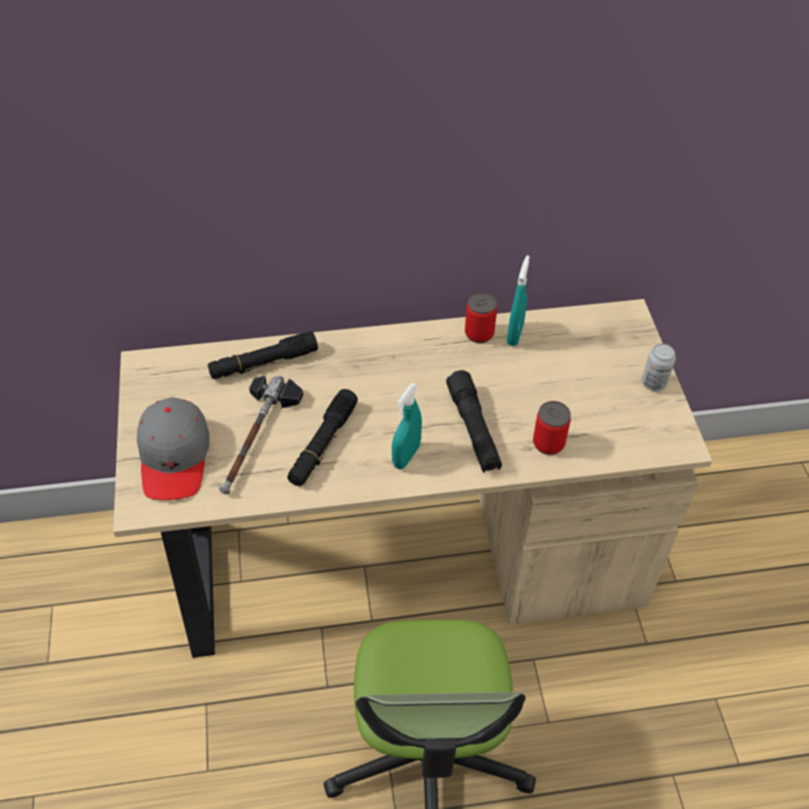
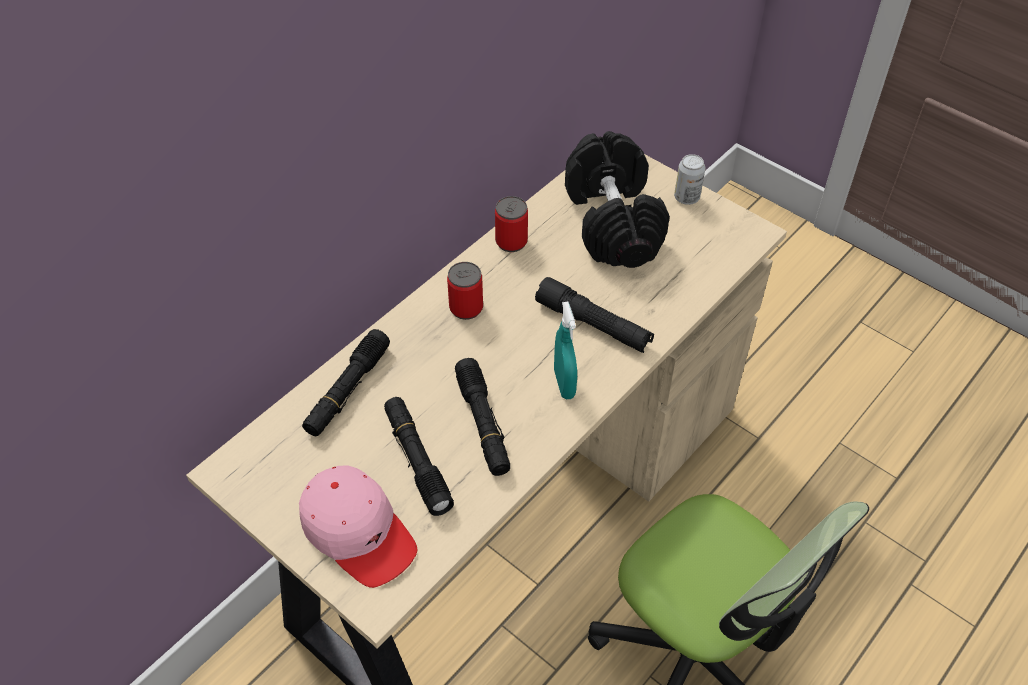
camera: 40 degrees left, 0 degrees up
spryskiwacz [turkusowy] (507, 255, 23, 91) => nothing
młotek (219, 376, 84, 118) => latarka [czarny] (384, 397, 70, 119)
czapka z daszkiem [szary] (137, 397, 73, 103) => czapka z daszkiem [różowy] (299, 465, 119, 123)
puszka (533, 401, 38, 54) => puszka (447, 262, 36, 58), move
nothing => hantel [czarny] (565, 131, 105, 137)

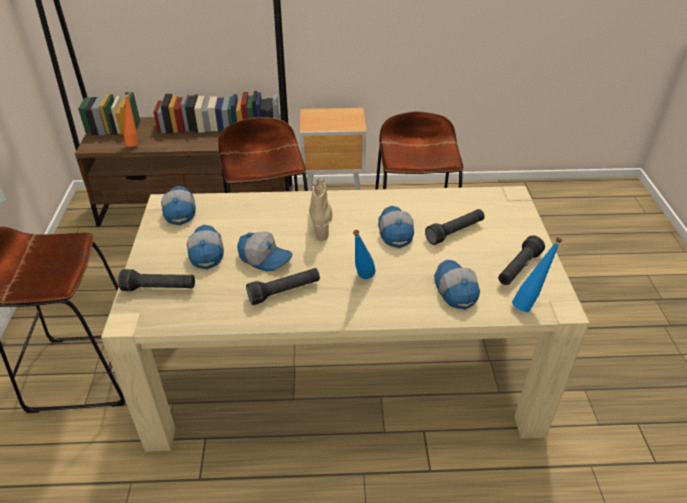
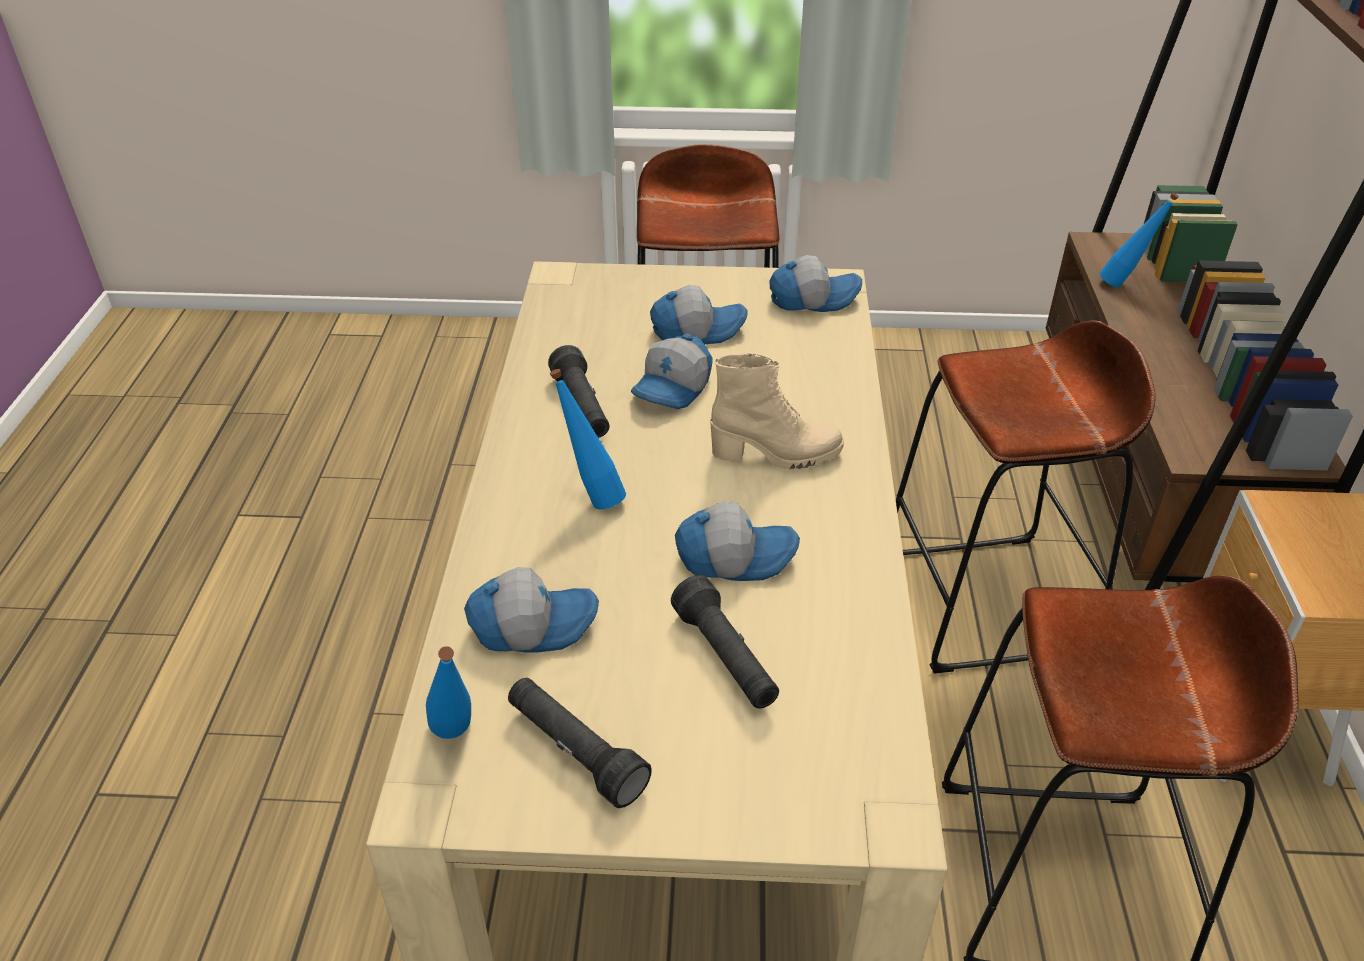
camera: 95 degrees right, 0 degrees up
butelka [pomarańczowy] (124, 92, 14, 55) => butelka [niebieski] (1099, 193, 80, 94)
latarka [czarny] (118, 269, 77, 22) => nothing

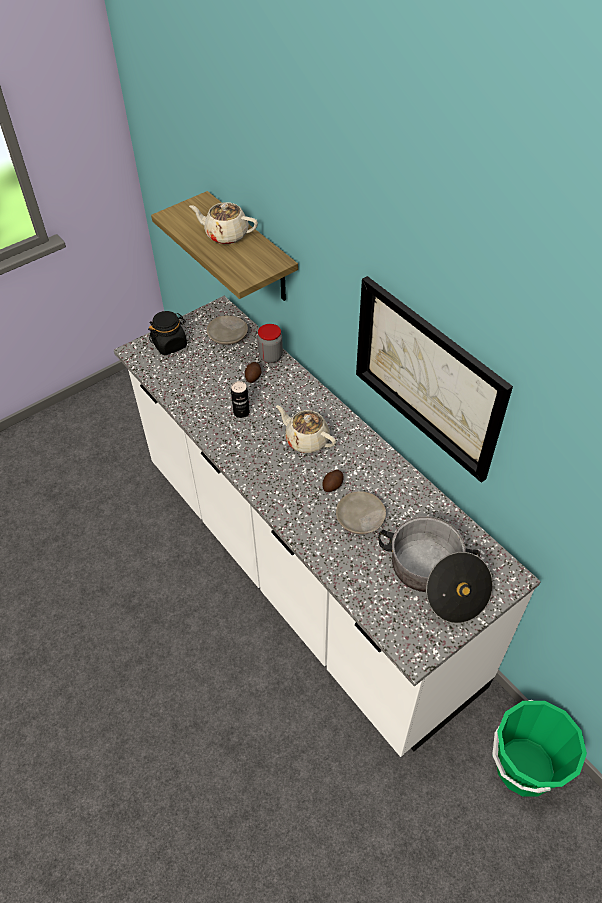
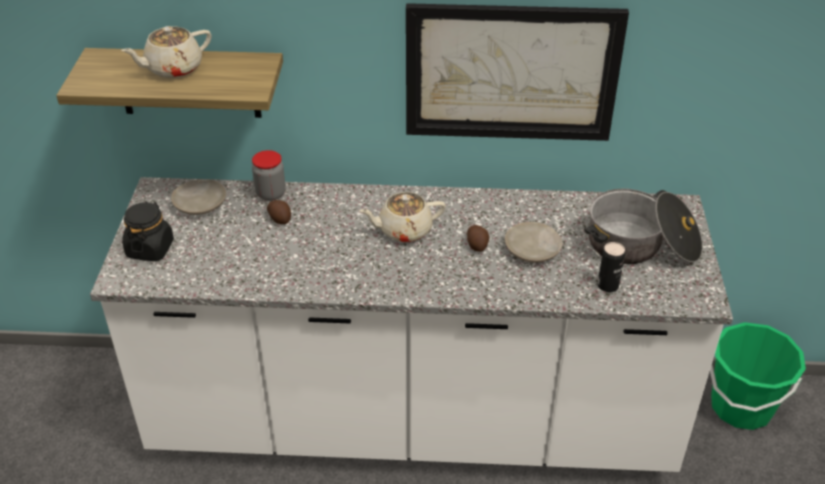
camera: 50 degrees left, 10 degrees down
puszka (231, 381, 19, 37) => puszka (597, 242, 28, 50), move

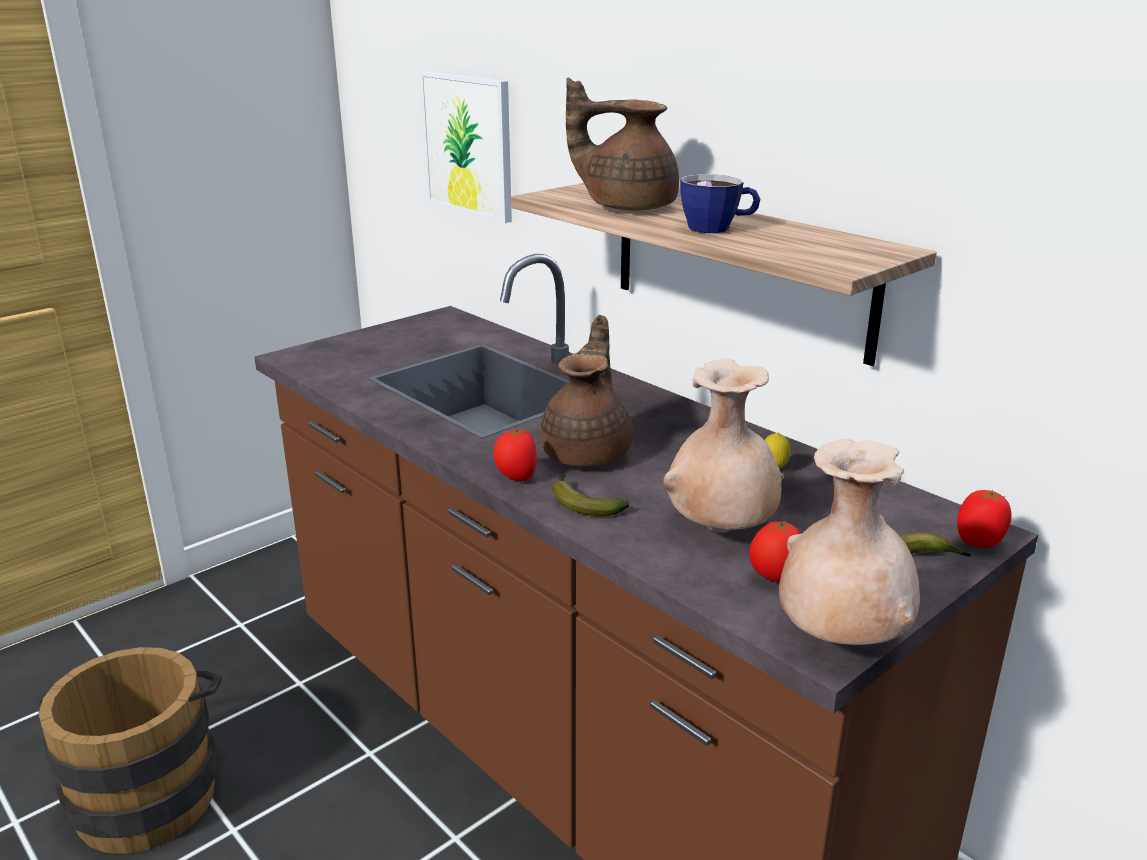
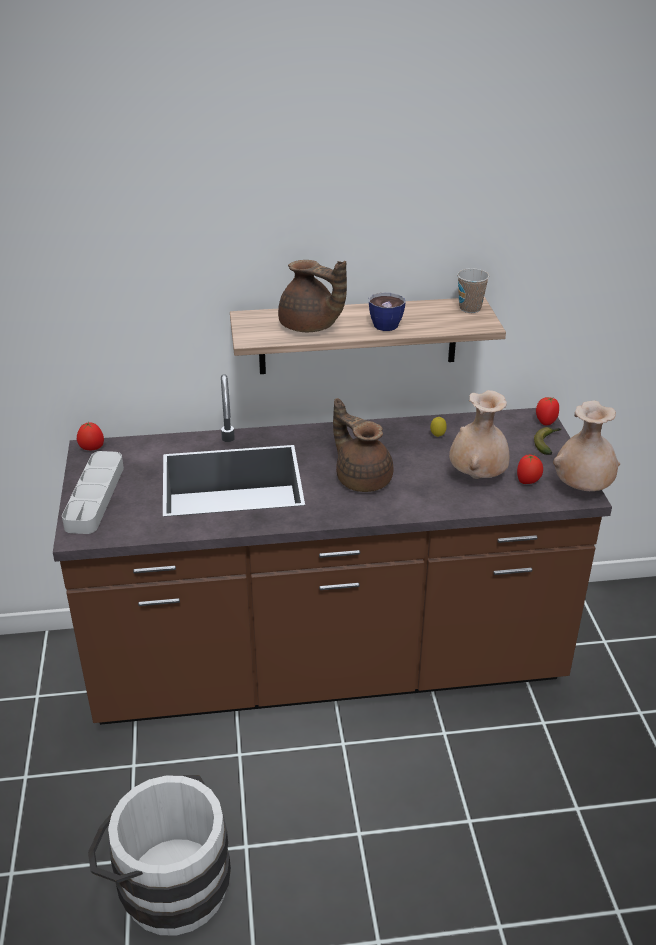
camera: 55 degrees left, 10 degrees up
obraz (420, 71, 92, 152) => nothing
imbryk [brązowy] (566, 77, 113, 134) => imbryk [brązowy] (278, 260, 69, 72), 105 degrees counterclockwise
pomidor (493, 429, 44, 52) => pomidor (77, 422, 27, 28), move
banan (552, 473, 77, 43) => nothing
wiadro [brązowy] (32, 647, 190, 207) => wiadro [biały] (88, 775, 143, 161)
nothing => filiżanka (457, 268, 32, 45)
nothing => taca [szary] (62, 451, 62, 83)

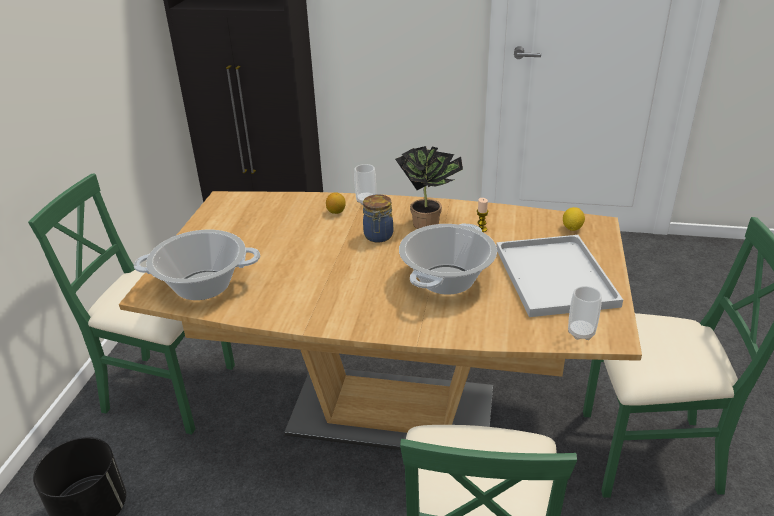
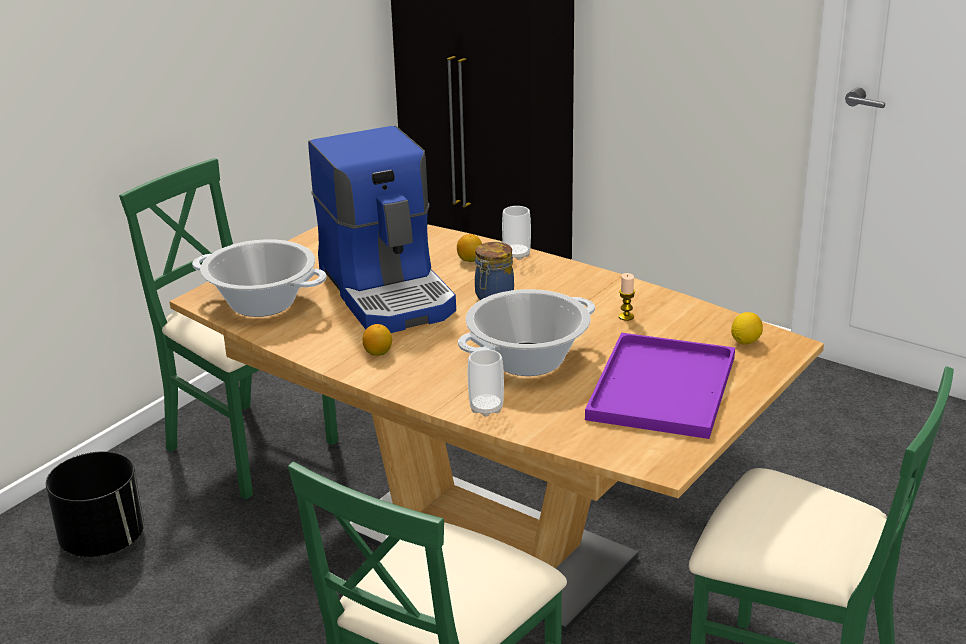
camera: 25 degrees right, 5 degrees down
roślina doniczkowa (395, 146, 68, 83) => nothing
taca [biały] (496, 235, 127, 82) => taca [fioletowy] (585, 333, 150, 106)
filiżanka (568, 286, 34, 54) => filiżanka (468, 349, 36, 68), move
nothing => ekspres do kawy (308, 126, 148, 207)
nothing => cytryna (363, 324, 29, 32)

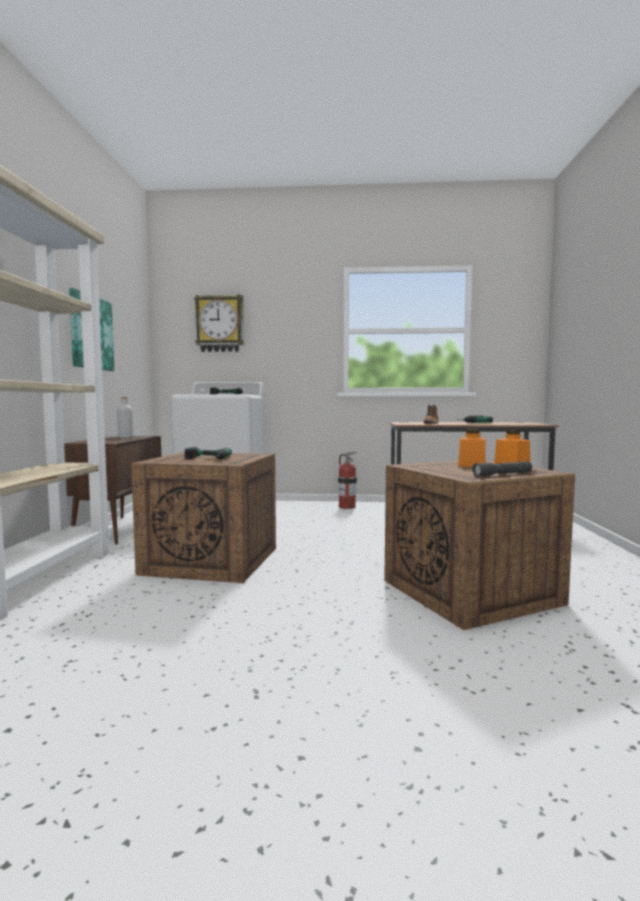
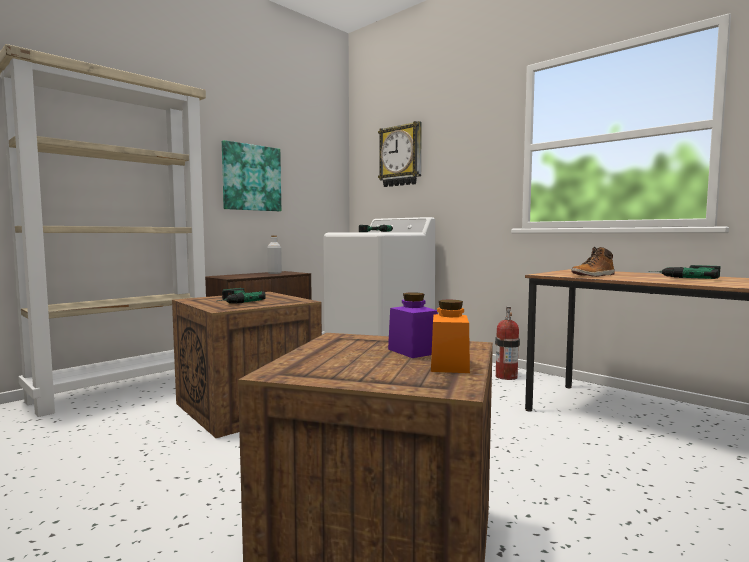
camera: 40 degrees right, 0 degrees up
słoik [pomarańczowy] (458, 429, 28, 38) => słoik [fioletowy] (388, 292, 50, 66)
latarka [szary] (472, 461, 60, 16) => nothing

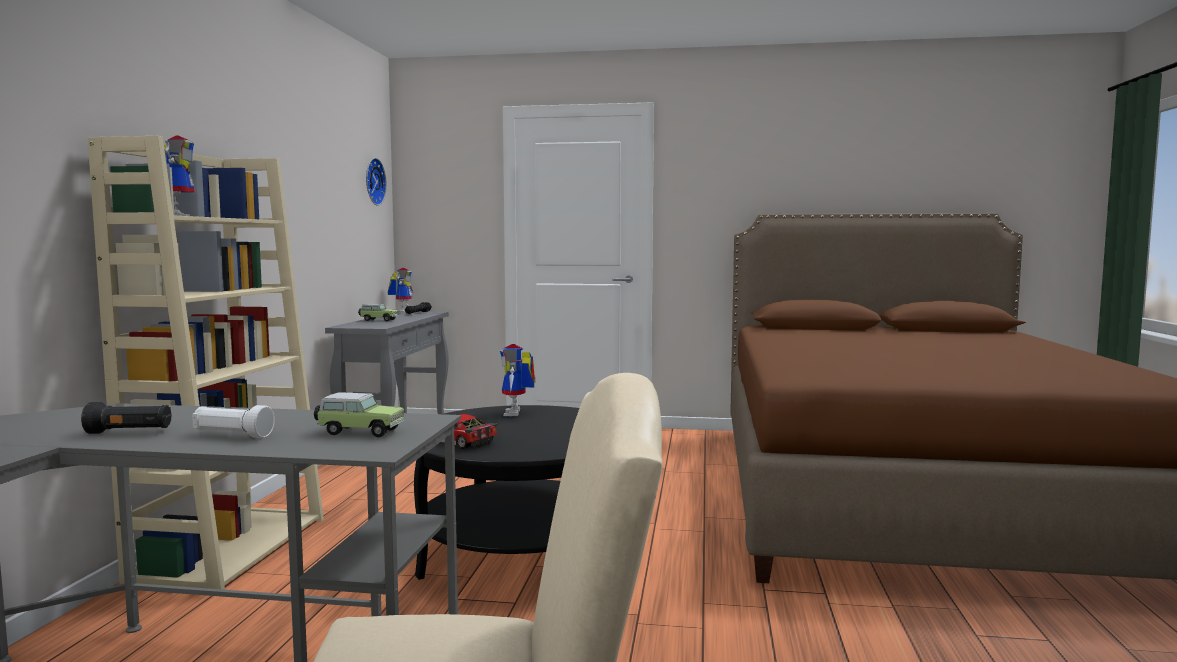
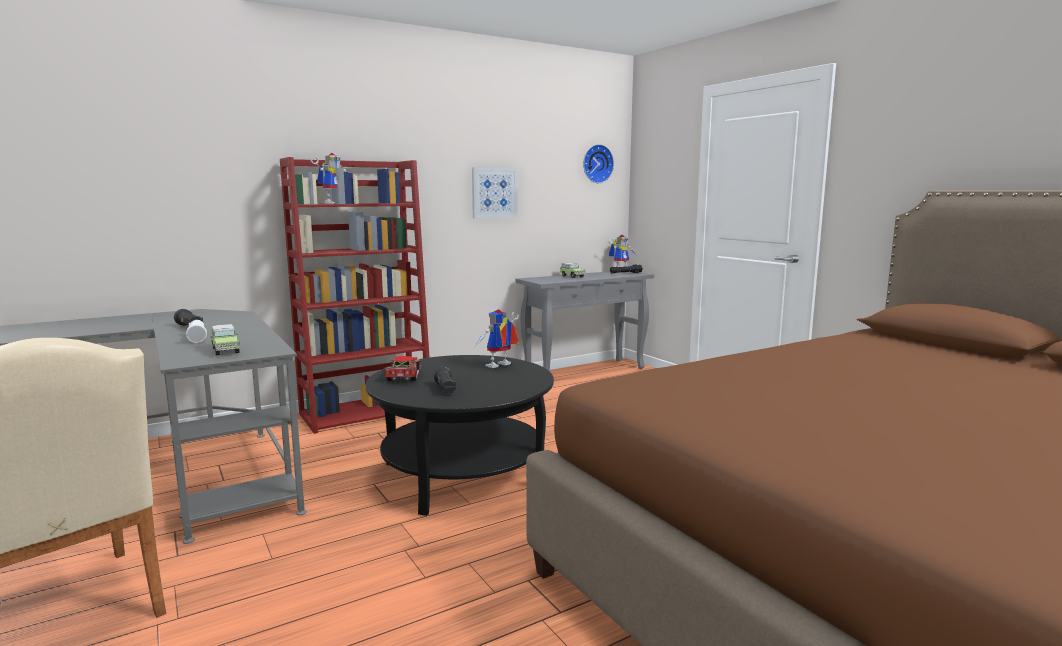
camera: 50 degrees right, 5 degrees up
regał [beżowy] (88, 136, 236, 454) => regał [czerwony] (280, 157, 149, 277)
nothing => obraz (472, 167, 46, 51)
nothing => latarka [czarny] (433, 367, 23, 26)

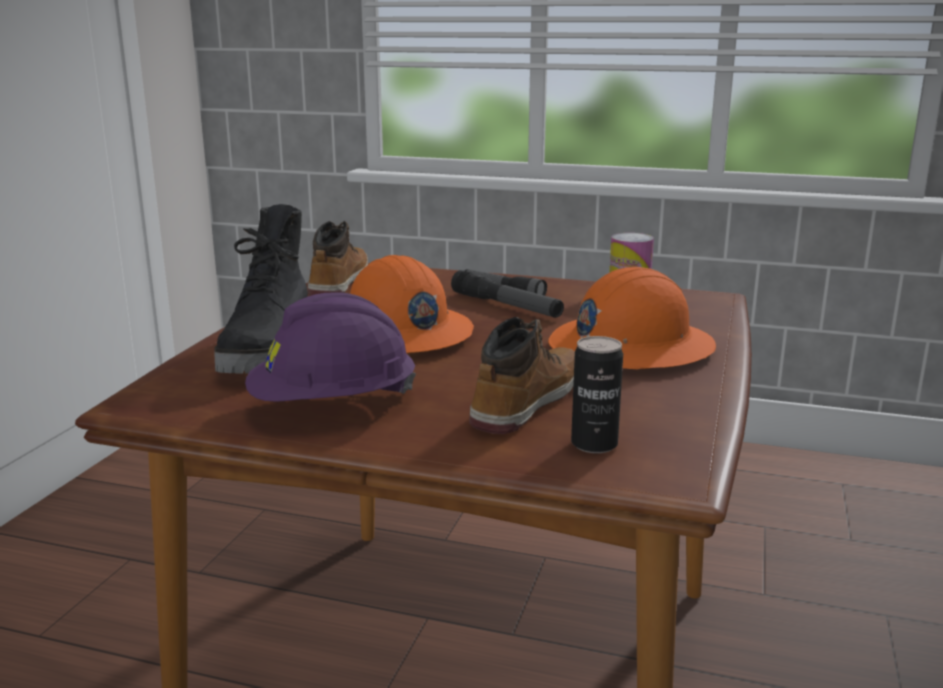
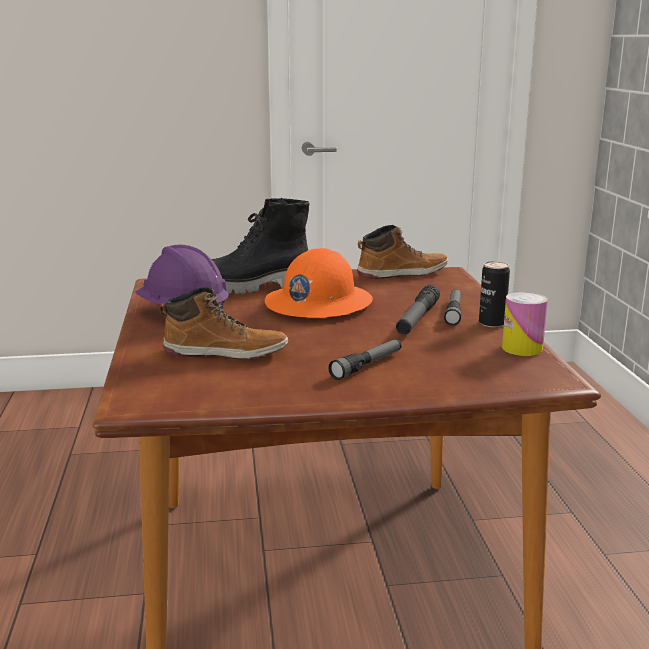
camera: 65 degrees right, 0 degrees up
kask [pomarańczowy] (548, 267, 168, 102) => latarka (328, 339, 73, 41)
puszka (571, 336, 52, 117) => puszka (479, 261, 31, 66), move

